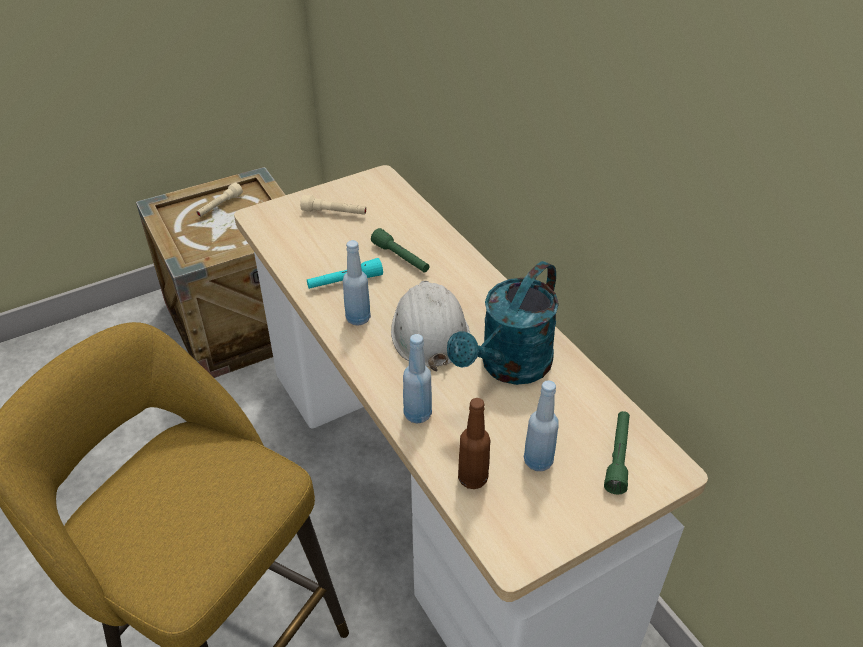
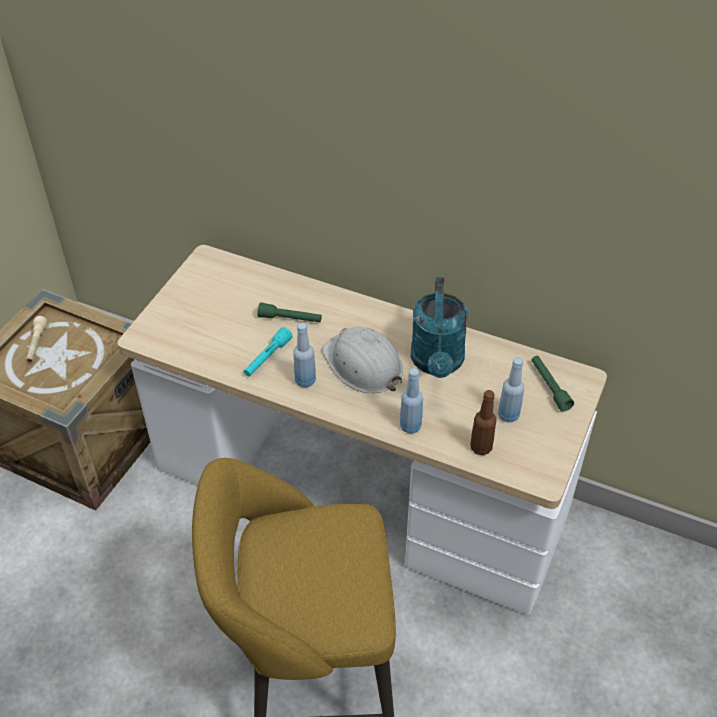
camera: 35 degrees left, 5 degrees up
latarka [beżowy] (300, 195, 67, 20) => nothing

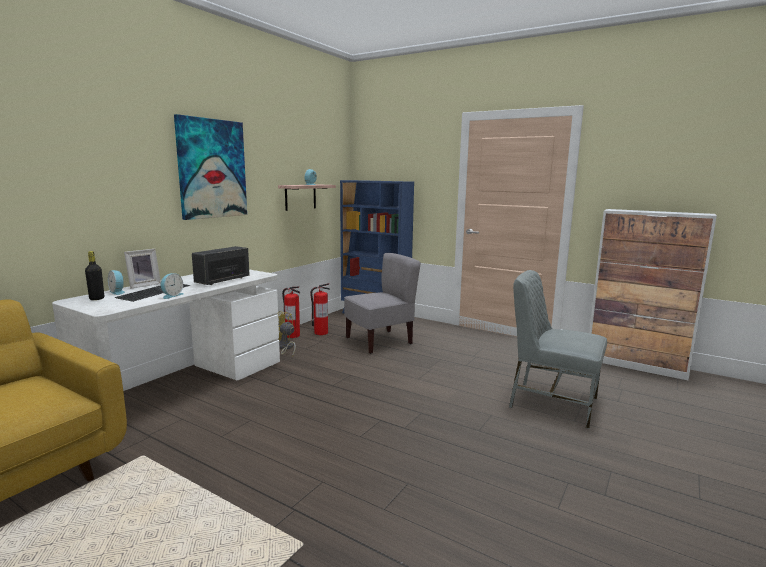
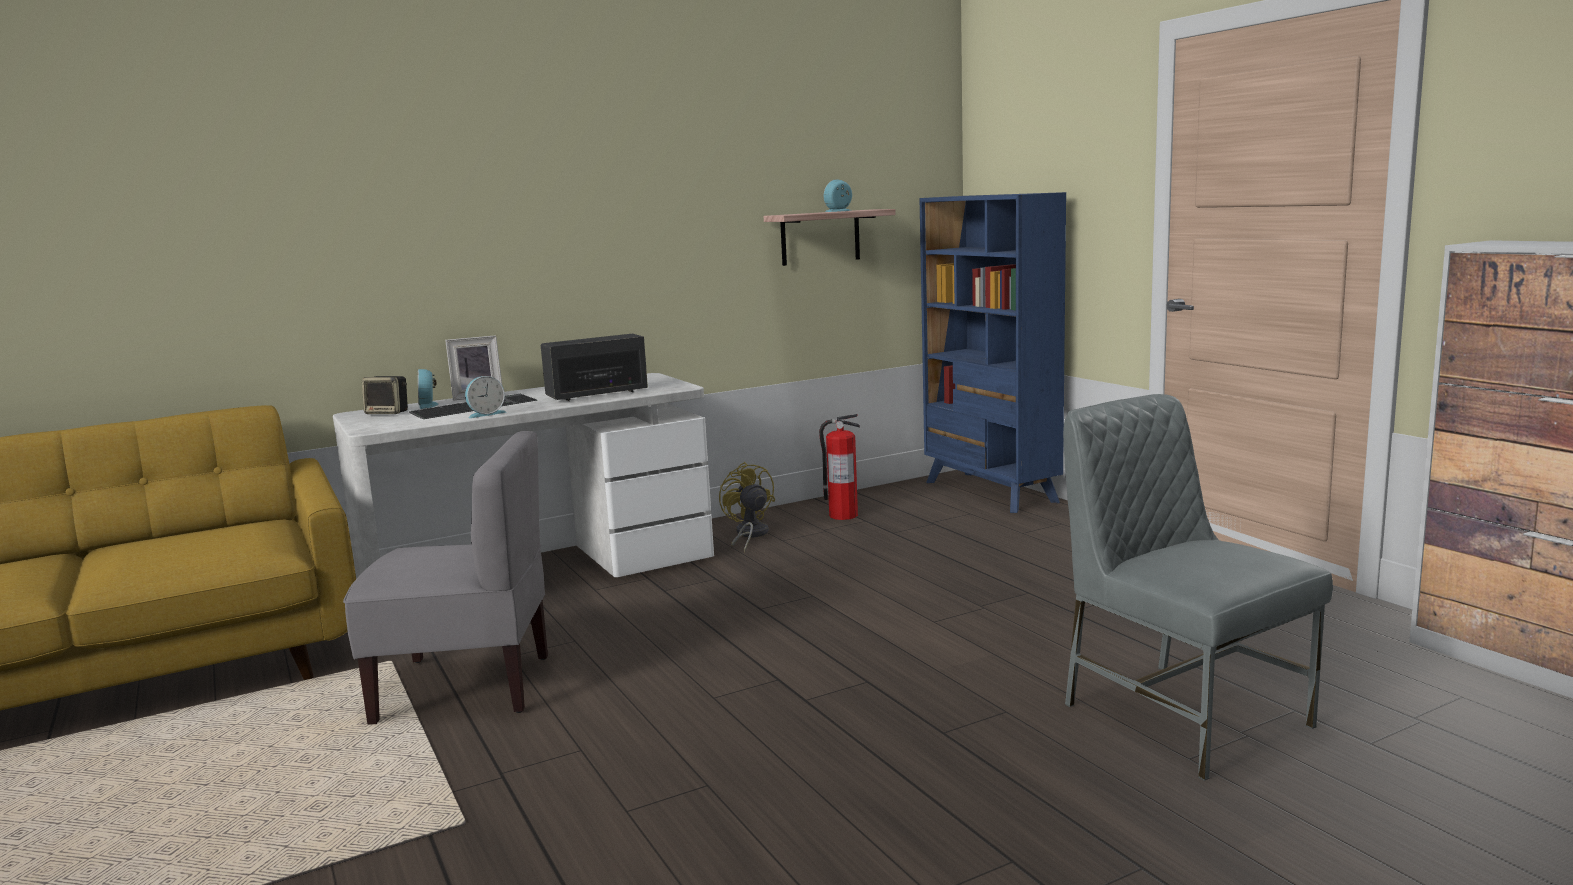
camera: 30 degrees right, 0 degrees up
obraz (174, 114, 73, 106) => nothing
butelka [czarny] (85, 251, 19, 49) => głośnik (362, 376, 46, 38)
krzesło [szary] (344, 253, 77, 101) => krzesło [szary] (343, 431, 205, 294), move
gaśnica (282, 287, 18, 51) => nothing

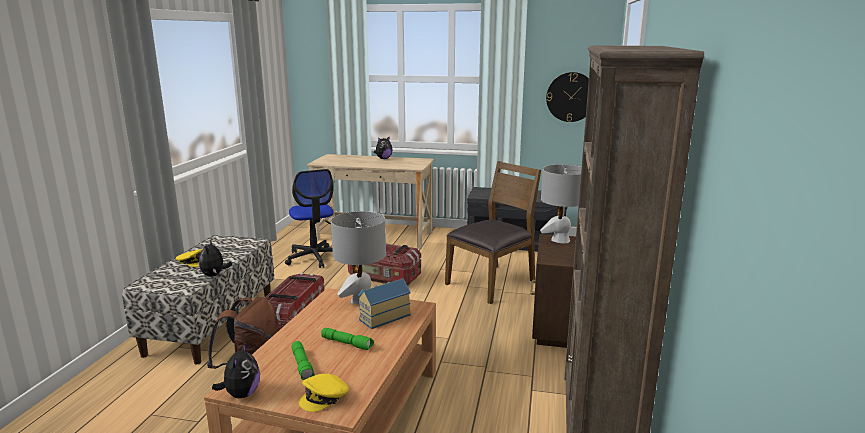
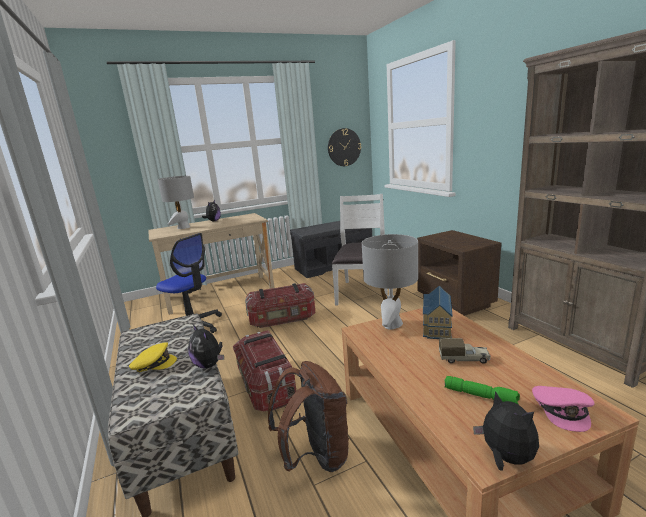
camera: 35 degrees left, 0 degrees up
krzesło [brązowy] (445, 161, 96, 143) => krzesło [biały] (332, 194, 56, 111)
lampa stołowa [szary] (540, 164, 42, 80) => lampa stołowa [szary] (157, 176, 37, 53), move
latarka [zielony] (321, 328, 53, 22) => ciężarówka zabawkowa (439, 338, 52, 26)
czapka z daszkiem [żółty] (299, 374, 50, 38) => czapka z daszkiem [różowy] (532, 386, 63, 46)

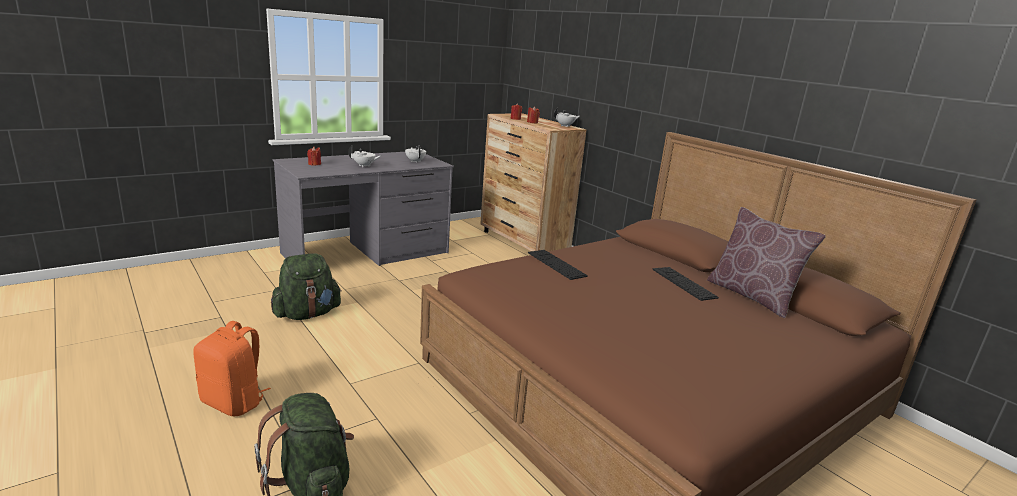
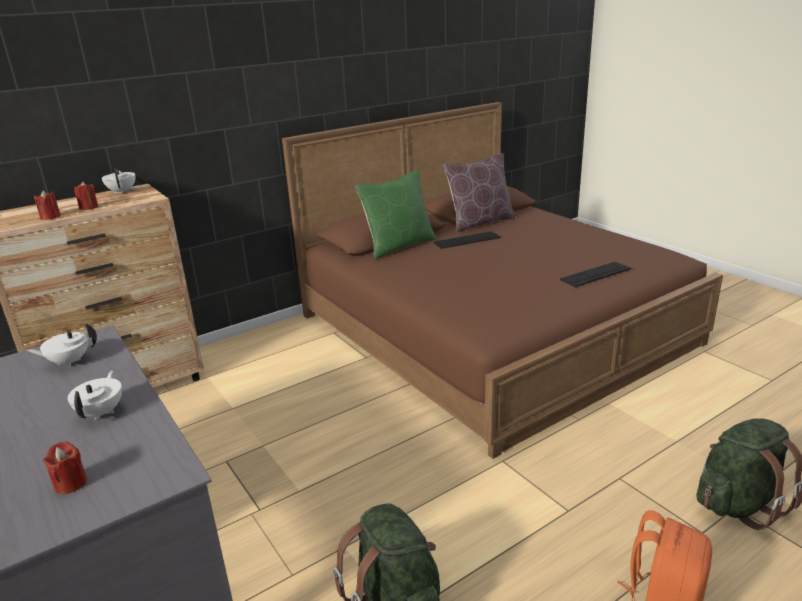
camera: 85 degrees left, 5 degrees up
klawiatura (528, 250, 60, 30) => klawiatura (560, 262, 71, 25), move
nothing => poduszka [zielony] (356, 170, 80, 89)

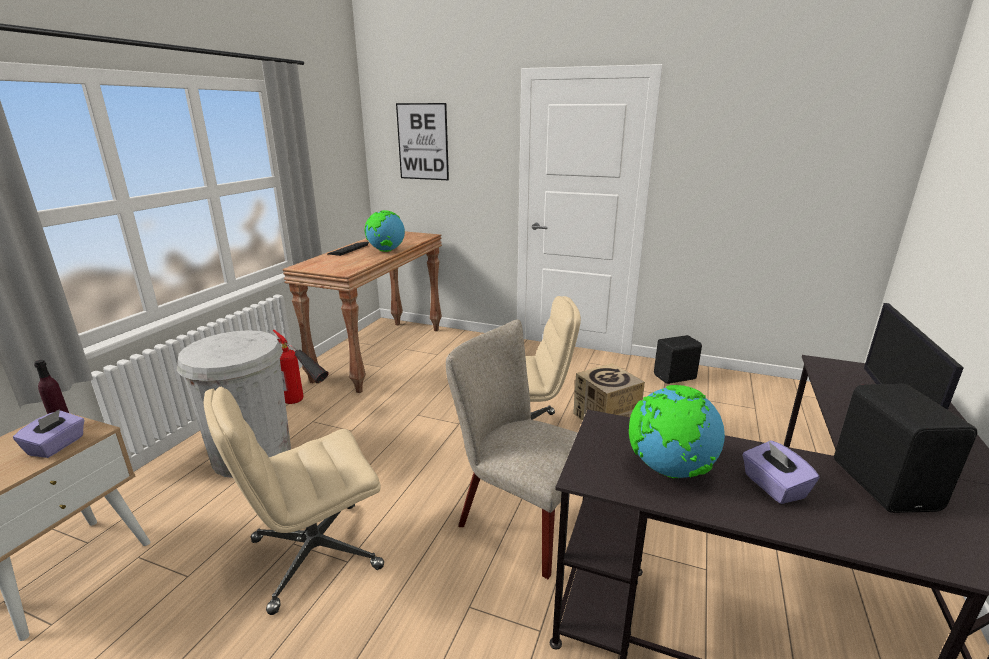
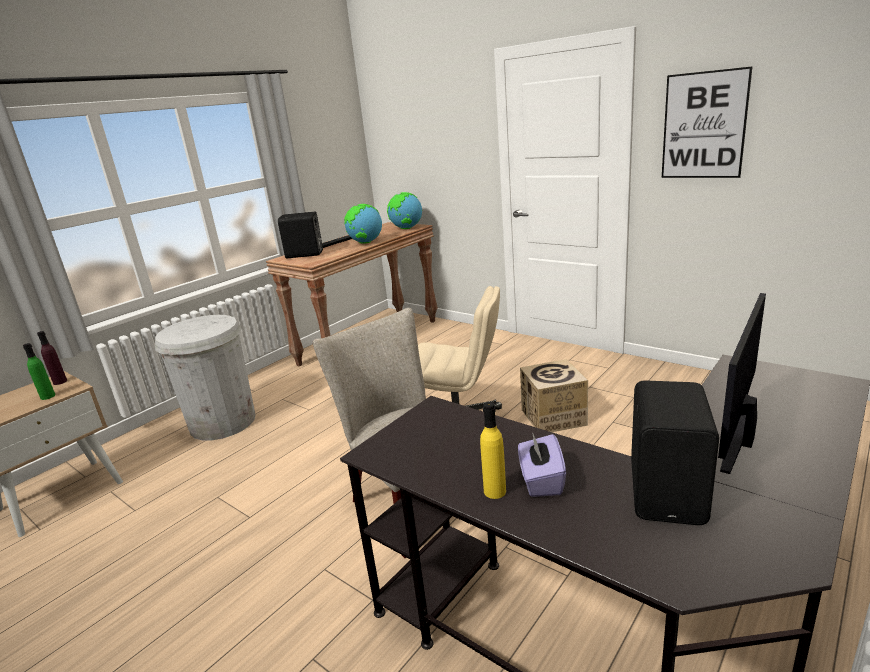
camera: 20 degrees right, 0 degrees up
obraz (396, 103, 53, 77) => obraz (662, 66, 91, 112), move
gaśnica (273, 330, 56, 74) => nothing
głośnik [czarny] (654, 335, 48, 49) => głośnik [czarny] (278, 212, 45, 47), move
globus (629, 385, 96, 93) => globus (387, 192, 35, 37), move
krzesło biurowe [beżowy] (204, 387, 180, 228) => nothing
pudełko chusteczek [fioletowy] (13, 409, 71, 49) => butelka [zielony] (23, 343, 32, 57)
nothing => butelka [żółty] (480, 402, 26, 97)

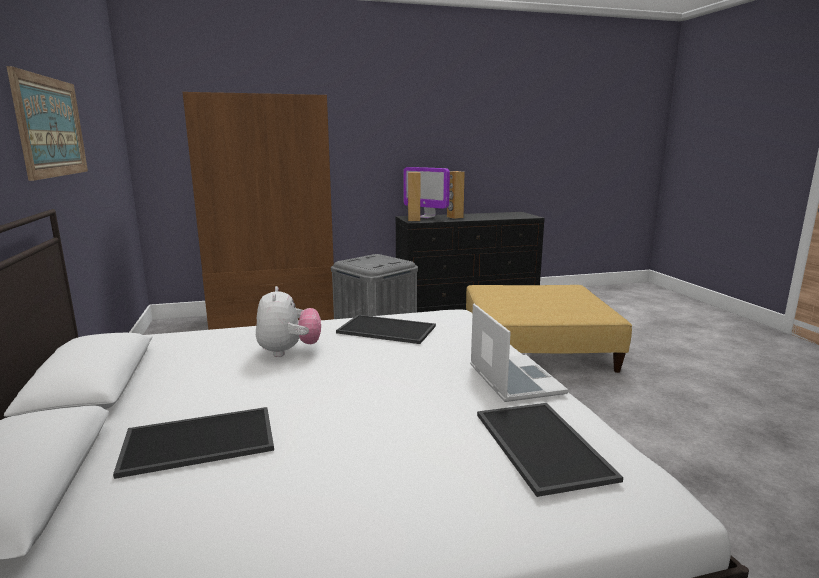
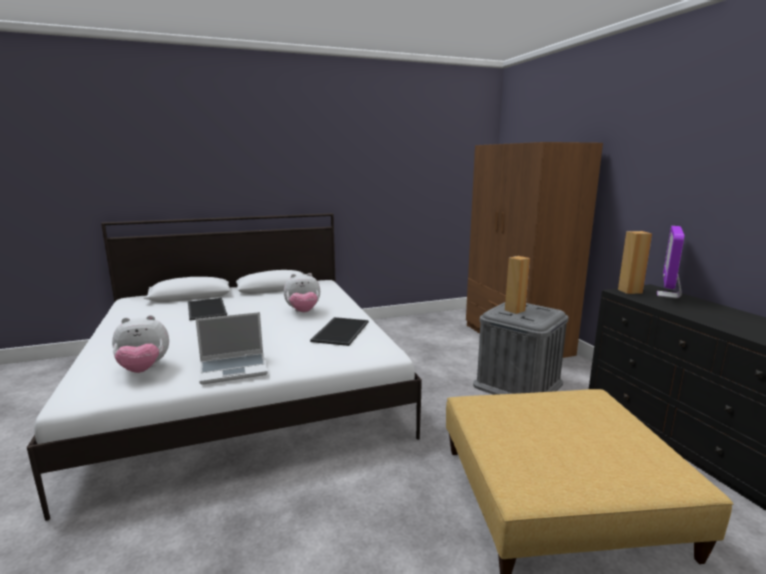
camera: 85 degrees right, 0 degrees up
obraz (6, 66, 82, 115) => nothing
głośnik [brązowy] (447, 171, 17, 48) => głośnik [brązowy] (505, 256, 25, 58), move
taca (477, 403, 146, 94) => pluszak (112, 315, 57, 58)

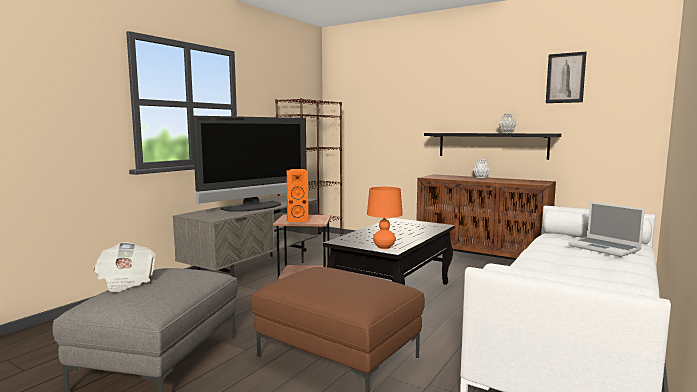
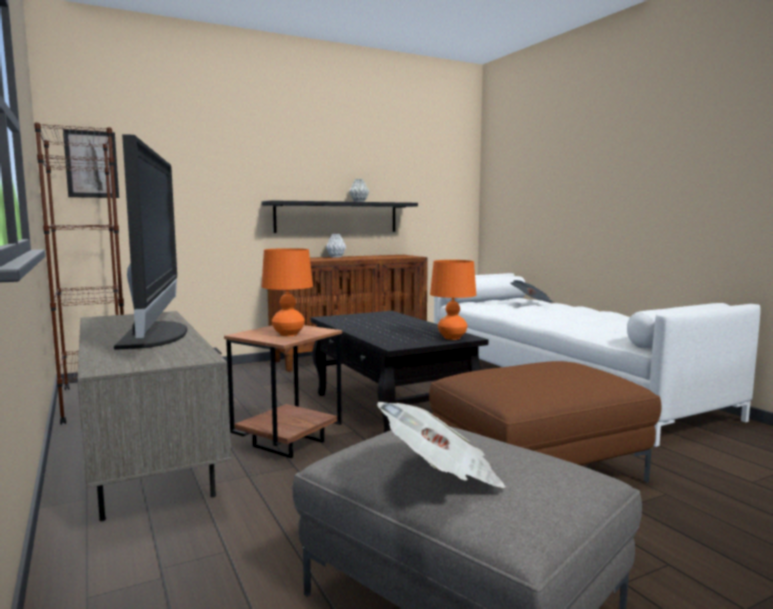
camera: 60 degrees left, 0 degrees up
obraz (546, 52, 41, 51) => obraz (63, 129, 56, 69), move
głośnik [pomarańczowy] (286, 169, 23, 53) => lampa stołowa [pomarańczowy] (262, 248, 51, 88)
laptop (568, 202, 77, 55) => gazeta (510, 280, 43, 23)

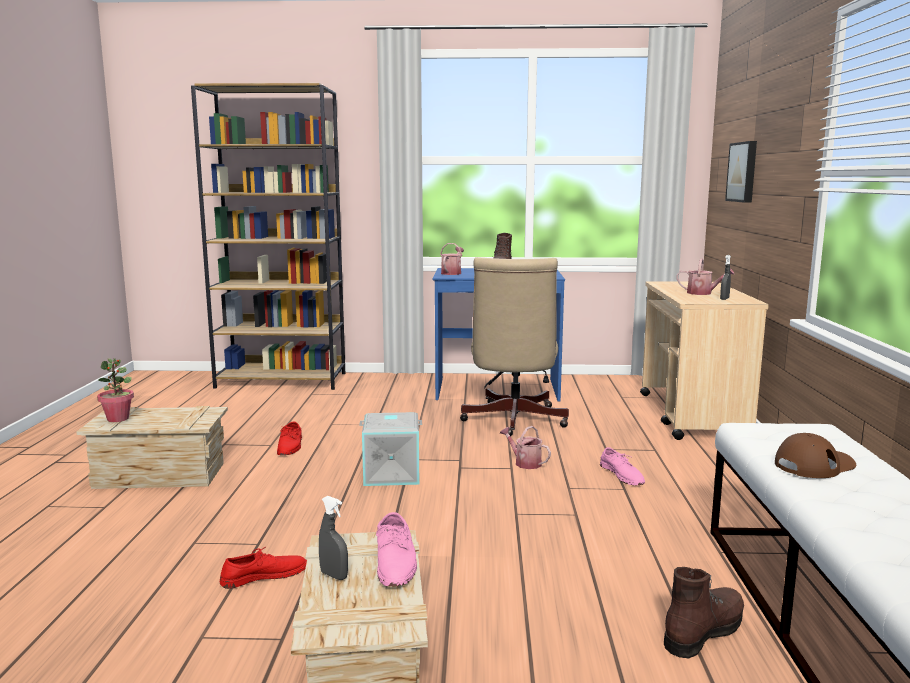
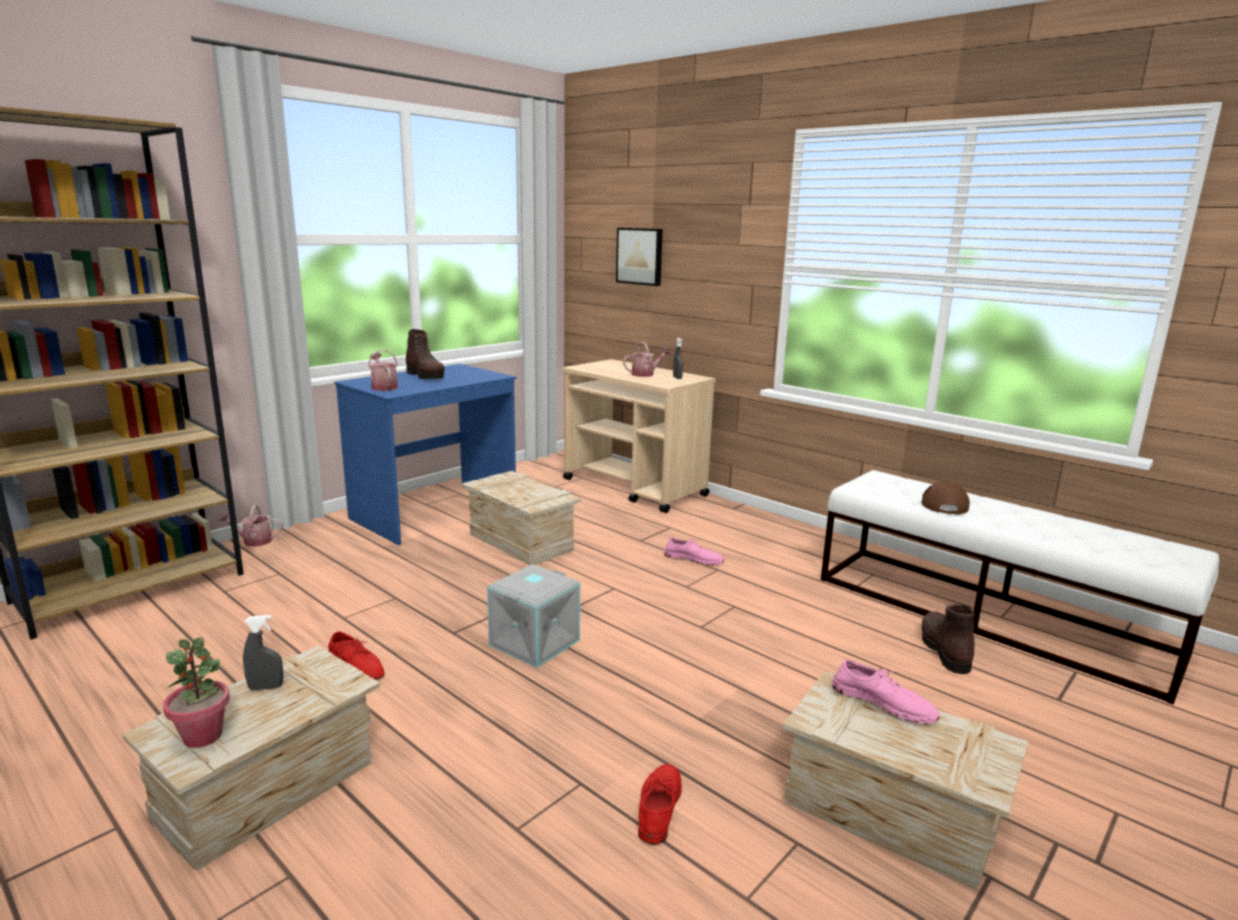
camera: 50 degrees left, 5 degrees up
krzesło biurowe [beżowy] (460, 257, 109, 179) => skrzynka (462, 471, 120, 94)
konewka (500, 426, 51, 43) => konewka (219, 505, 64, 42), move
spryskiwacz [szary] (319, 496, 29, 84) => spryskiwacz [szary] (243, 615, 40, 75), move

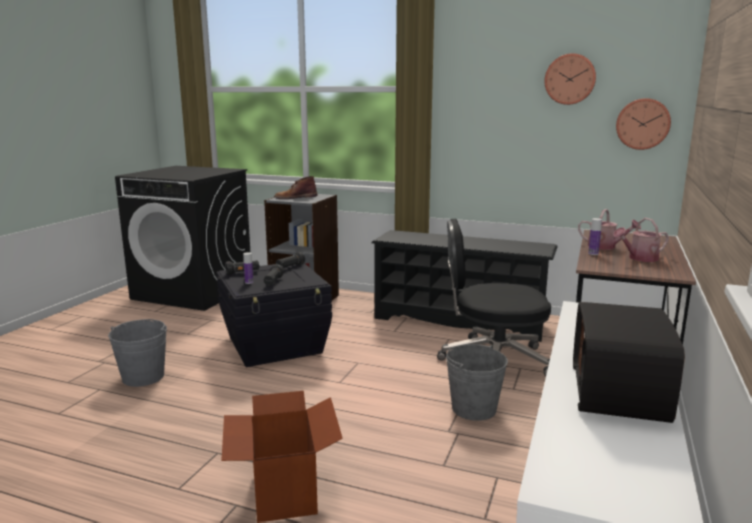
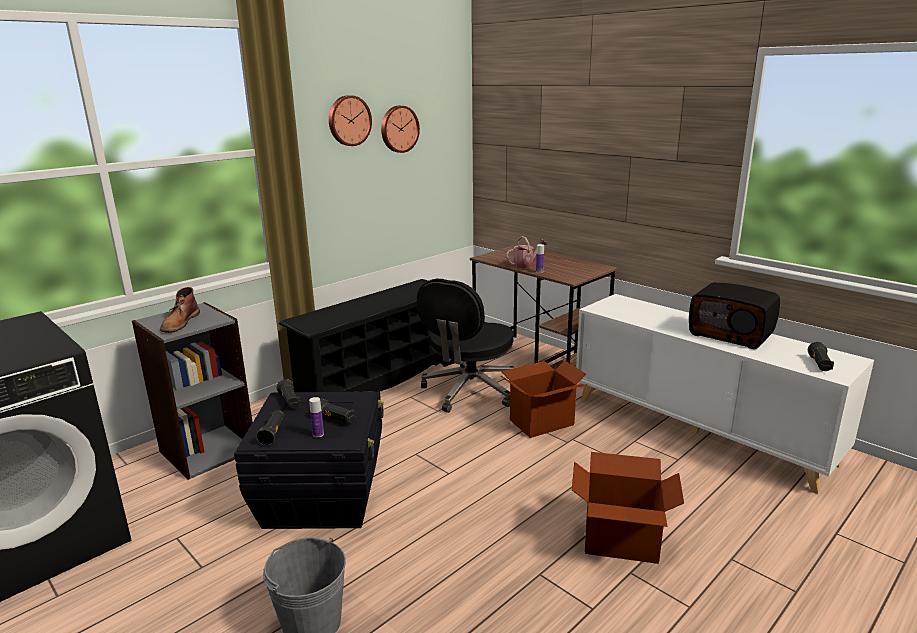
camera: 65 degrees left, 5 degrees up
zegar ścienny (616, 98, 55, 52) => zegar ścienny (329, 95, 43, 51), move
konewka (613, 218, 56, 44) => nothing
wiadro [szary] (446, 344, 62, 77) => karton (501, 361, 85, 77)
nothing => latarka [czarny] (808, 342, 26, 29)

